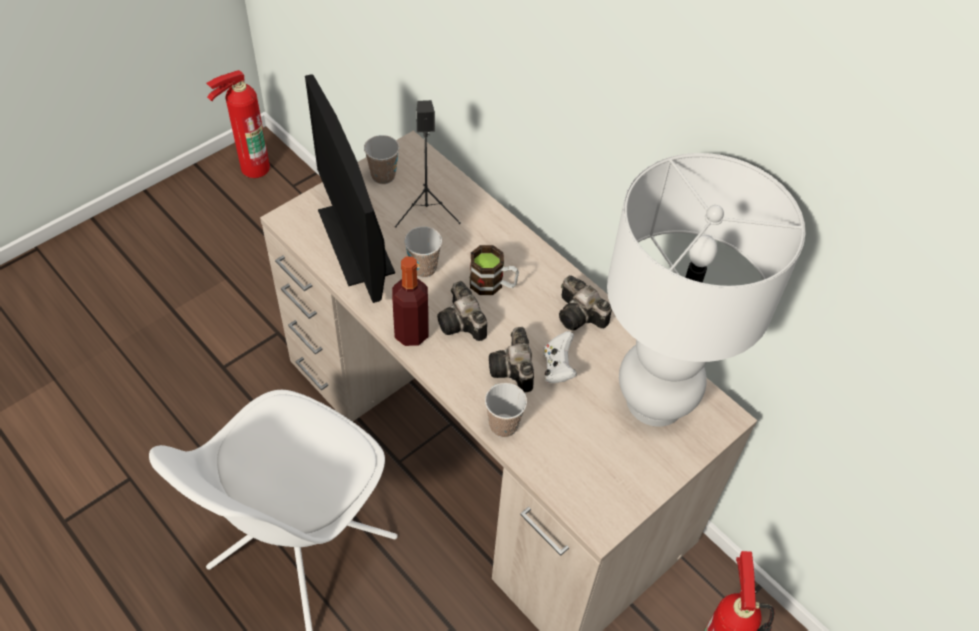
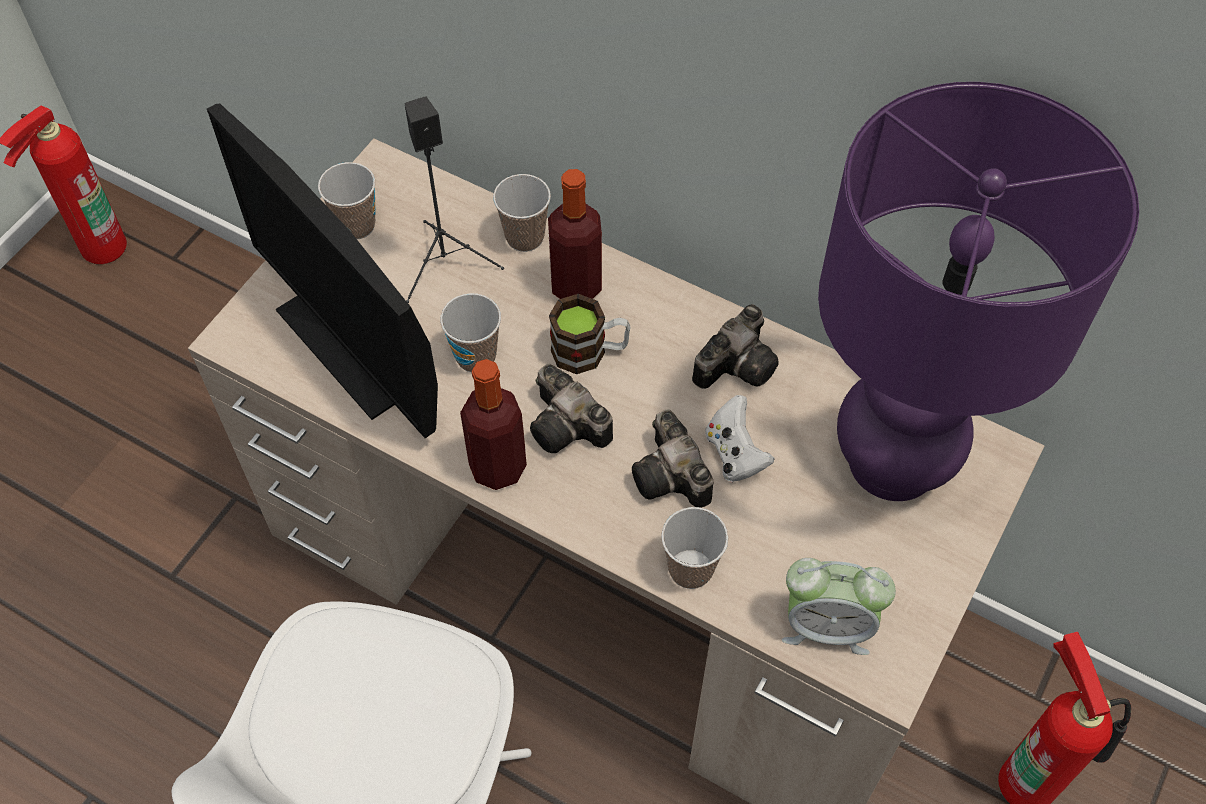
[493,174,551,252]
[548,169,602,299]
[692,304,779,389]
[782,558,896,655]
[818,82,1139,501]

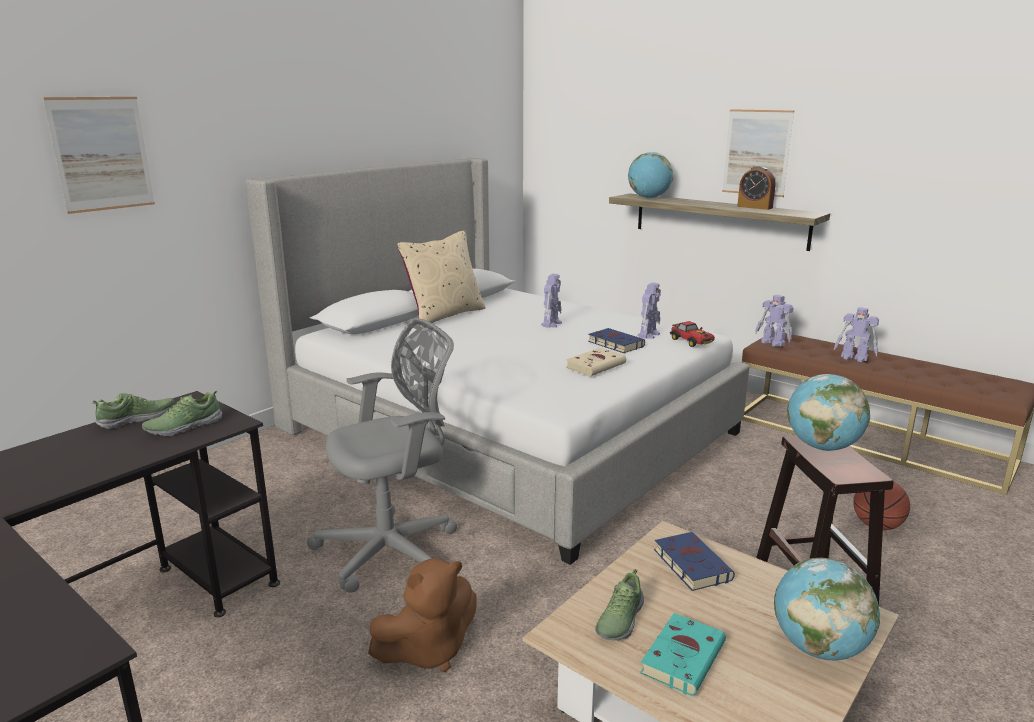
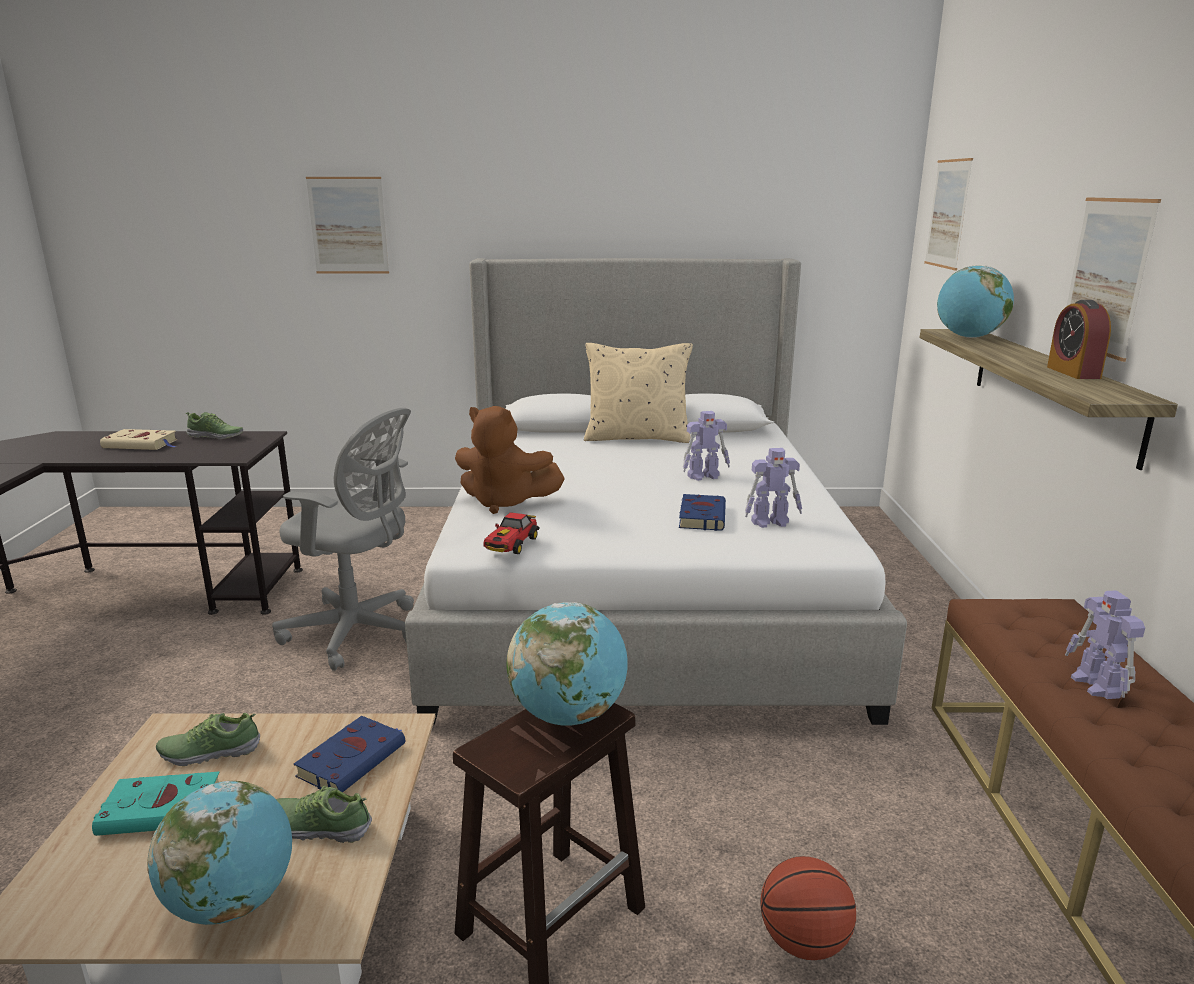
[100,429,177,450]
[276,786,372,843]
[455,406,565,514]
[483,512,540,554]
[924,158,973,271]
[755,295,794,347] (first image)

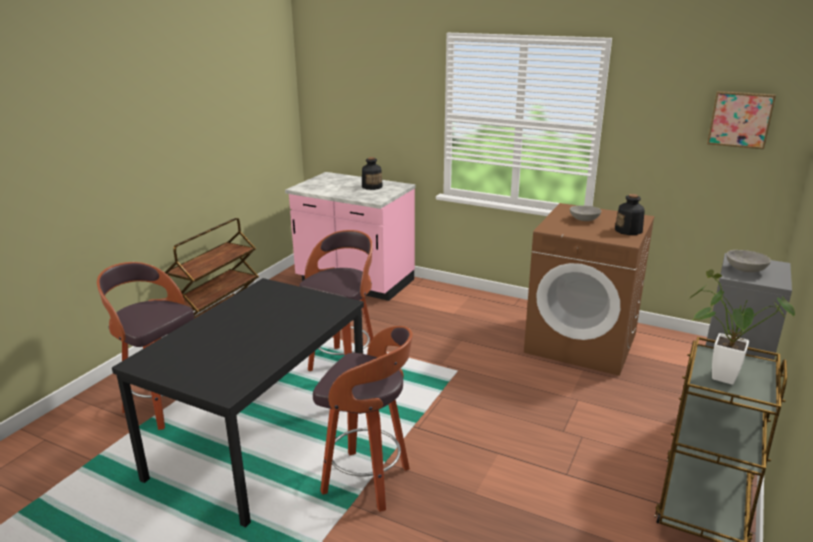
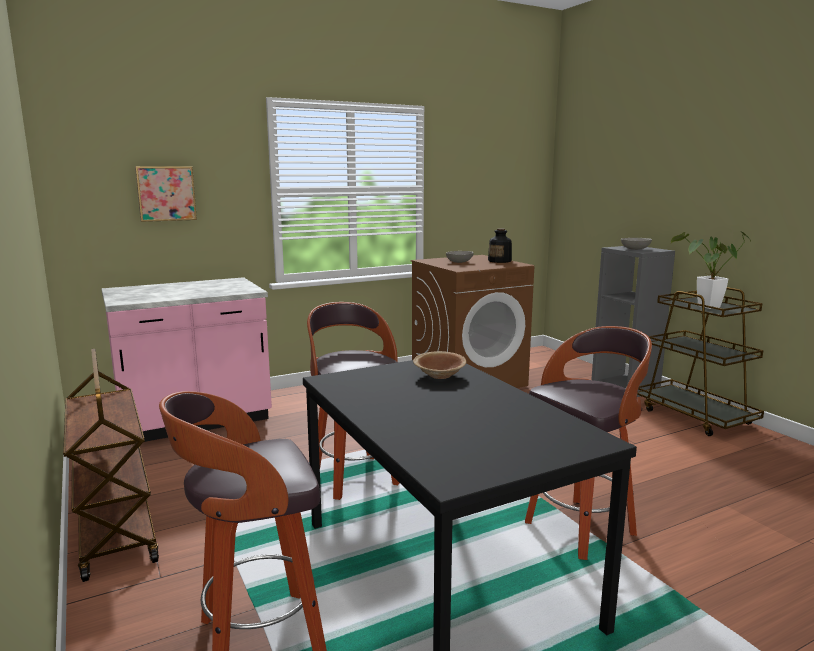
[135,166,197,222]
[413,351,467,379]
[362,157,383,190] (first image)

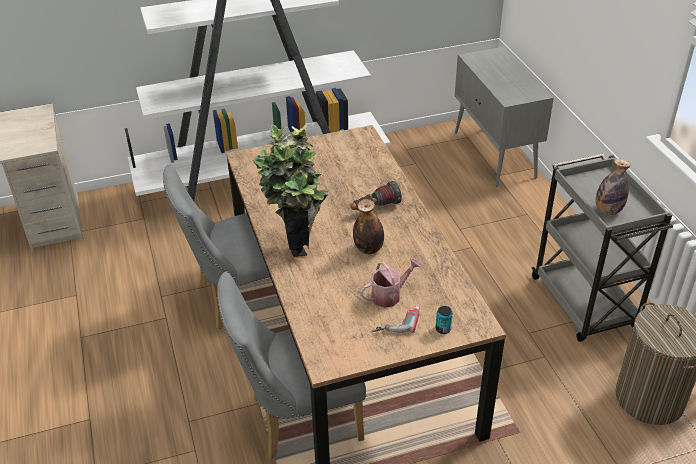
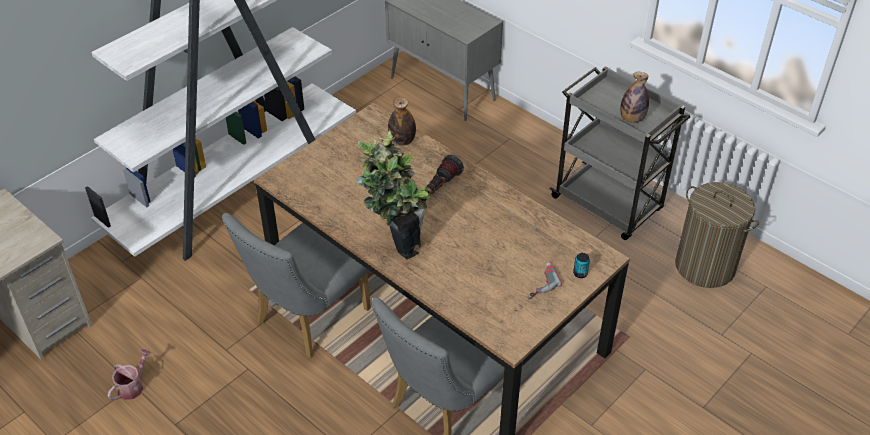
[108,349,151,400]
[388,97,416,146]

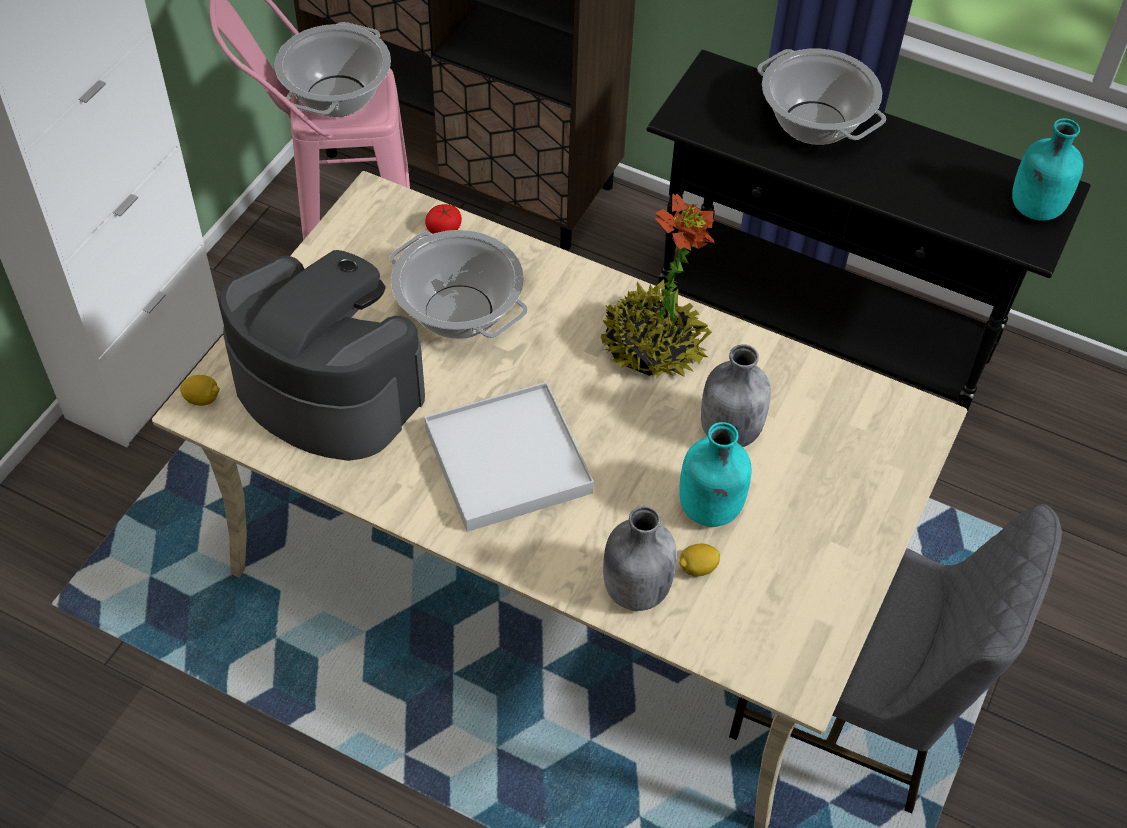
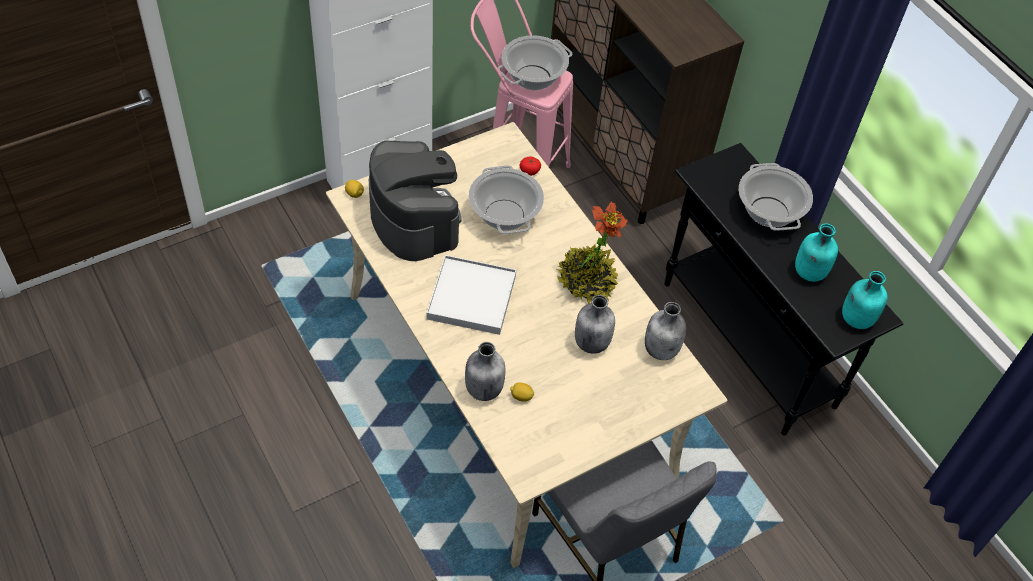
[645,302,686,360]
[795,223,838,282]

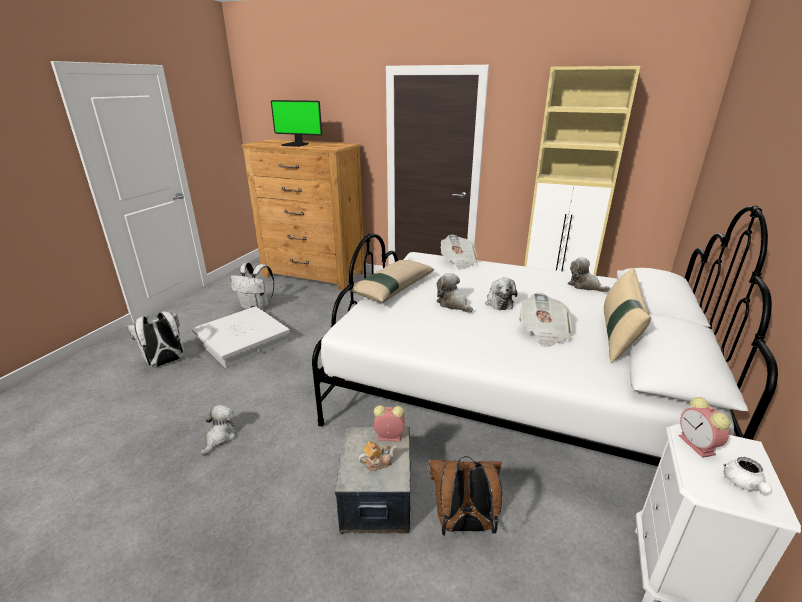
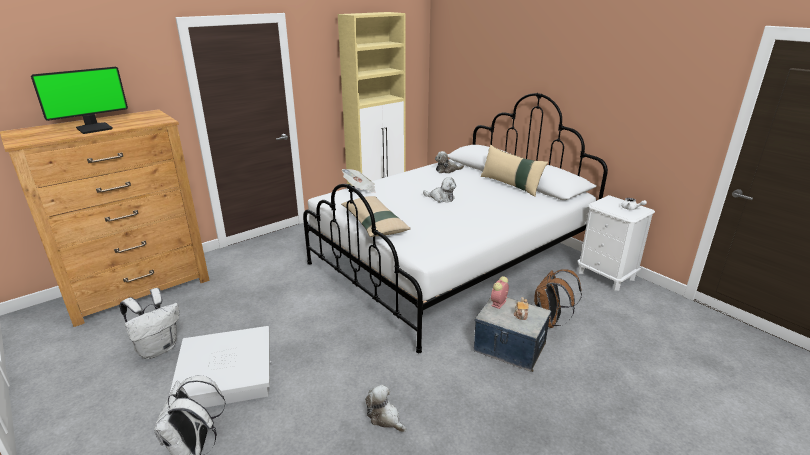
[437,273,473,313] (first image)
[519,293,572,347] (first image)
[679,397,731,458] (first image)

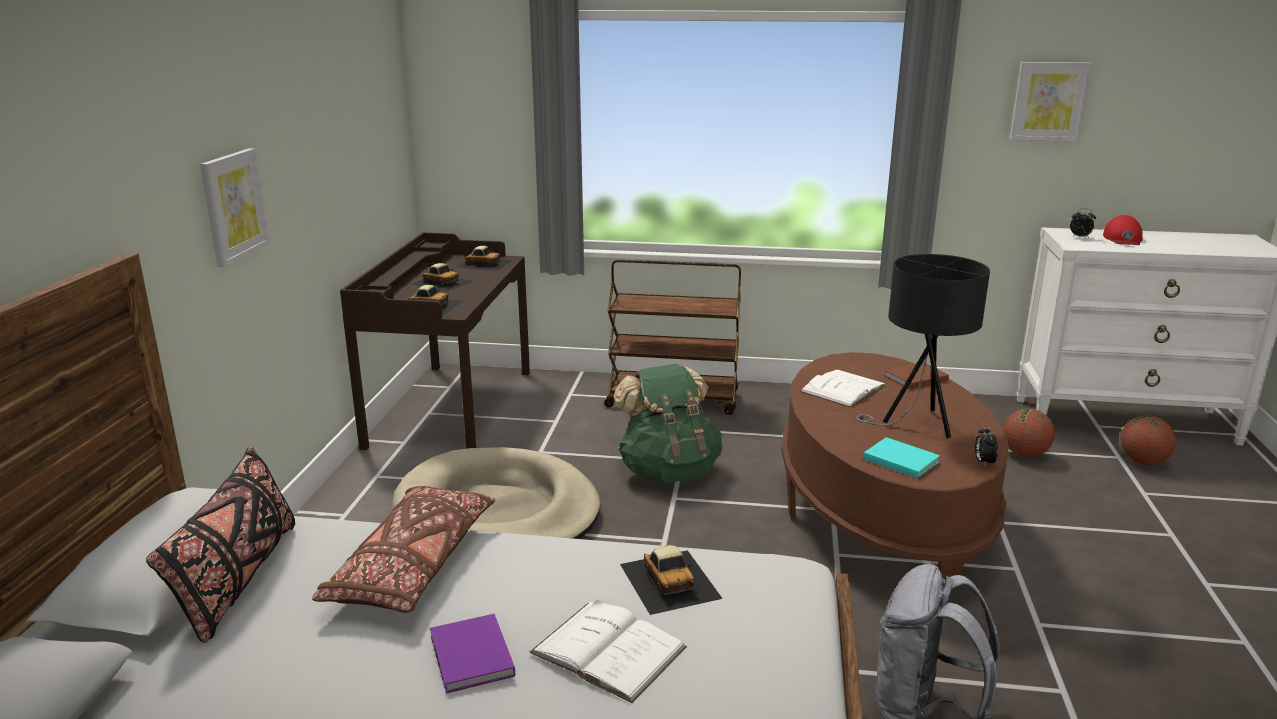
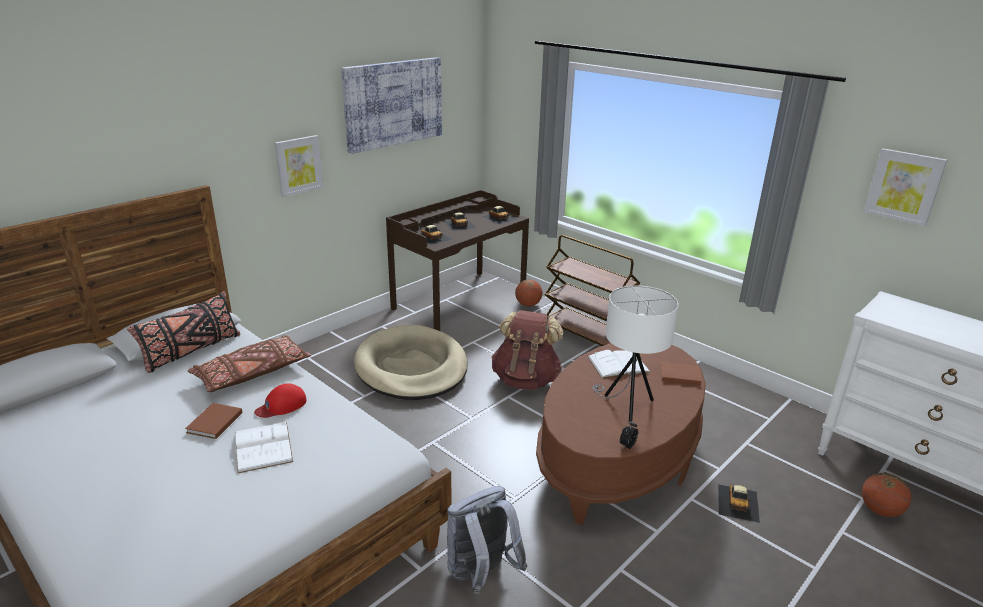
[185,403,242,439]
[254,383,307,418]
[341,57,442,154]
[492,310,563,390]
[515,279,542,306]
[592,285,679,422]
[718,484,760,523]
[863,437,940,478] (first image)
[1070,208,1096,238] (first image)

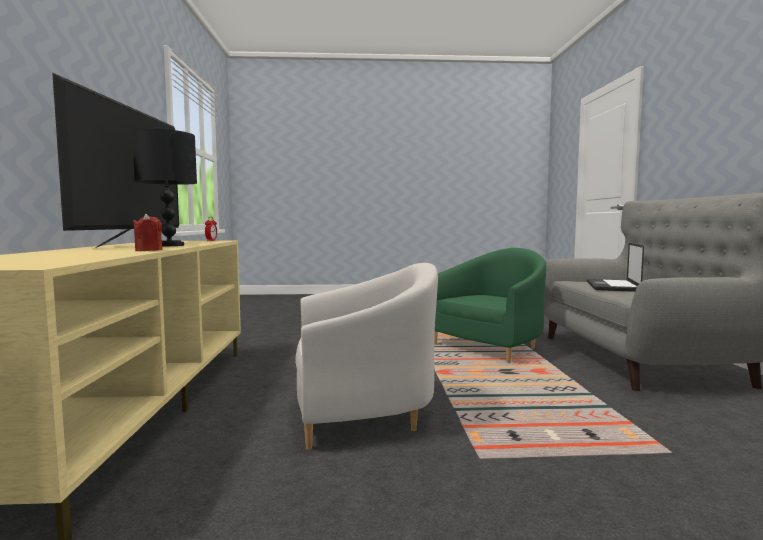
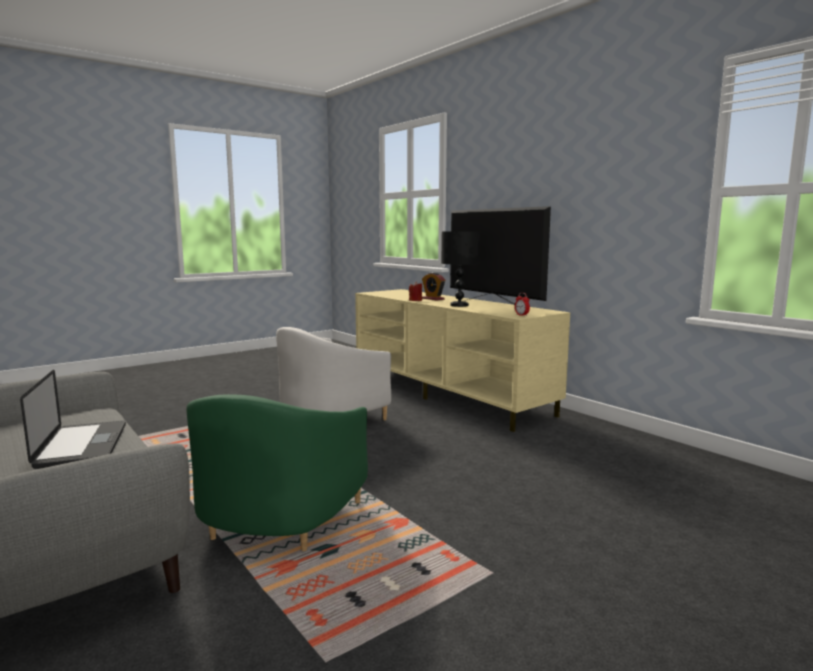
[422,272,445,300]

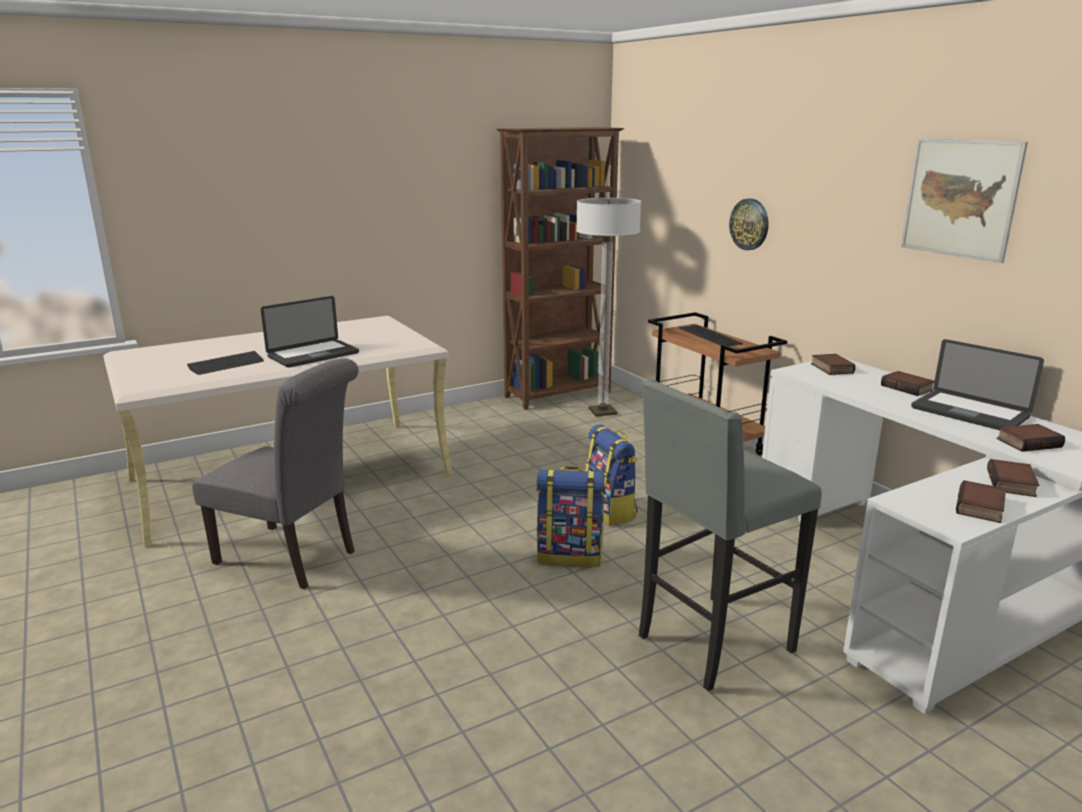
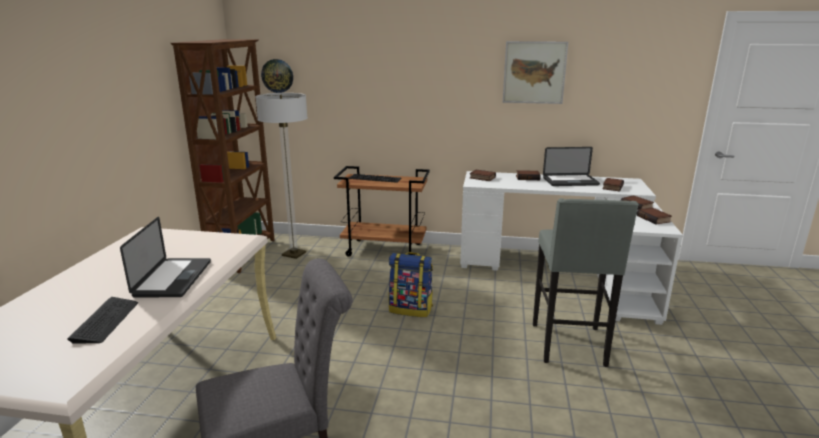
[261,59,293,93]
[537,466,606,567] (first image)

